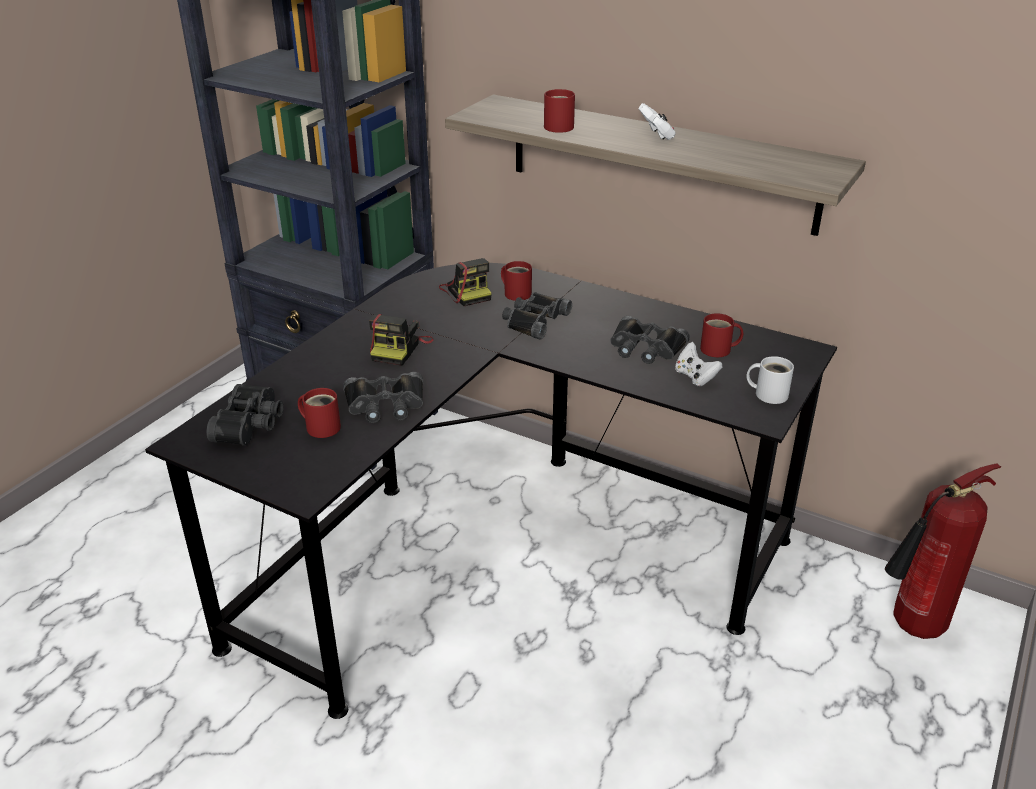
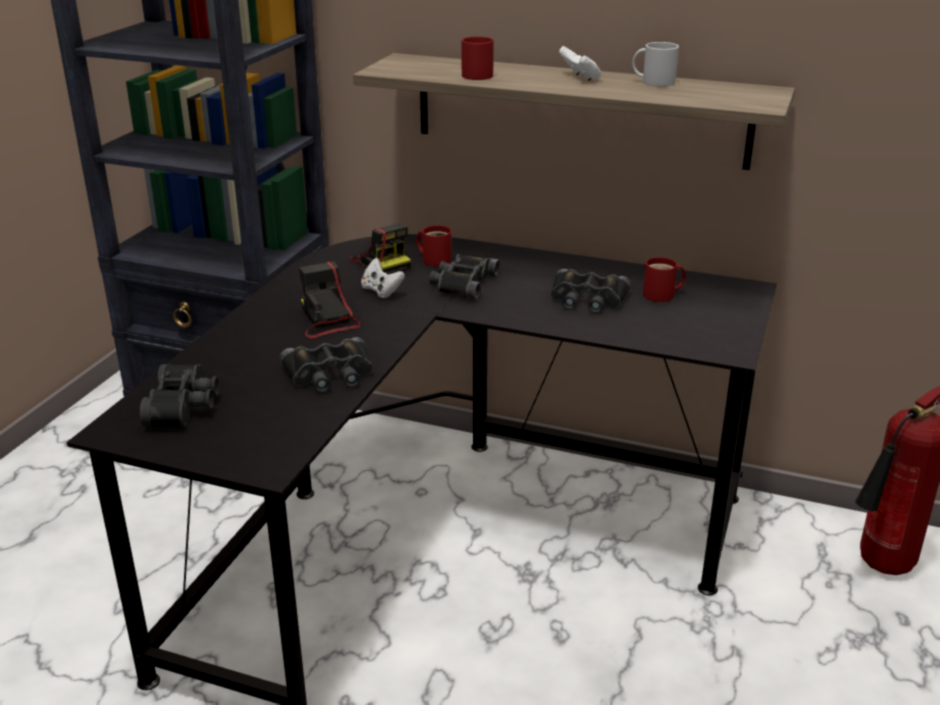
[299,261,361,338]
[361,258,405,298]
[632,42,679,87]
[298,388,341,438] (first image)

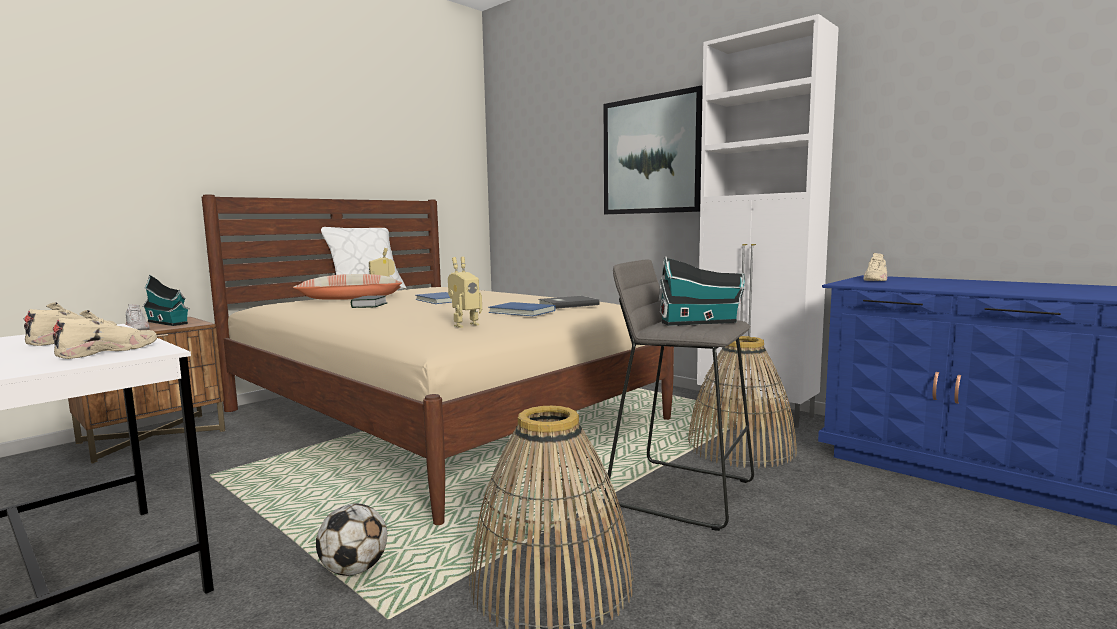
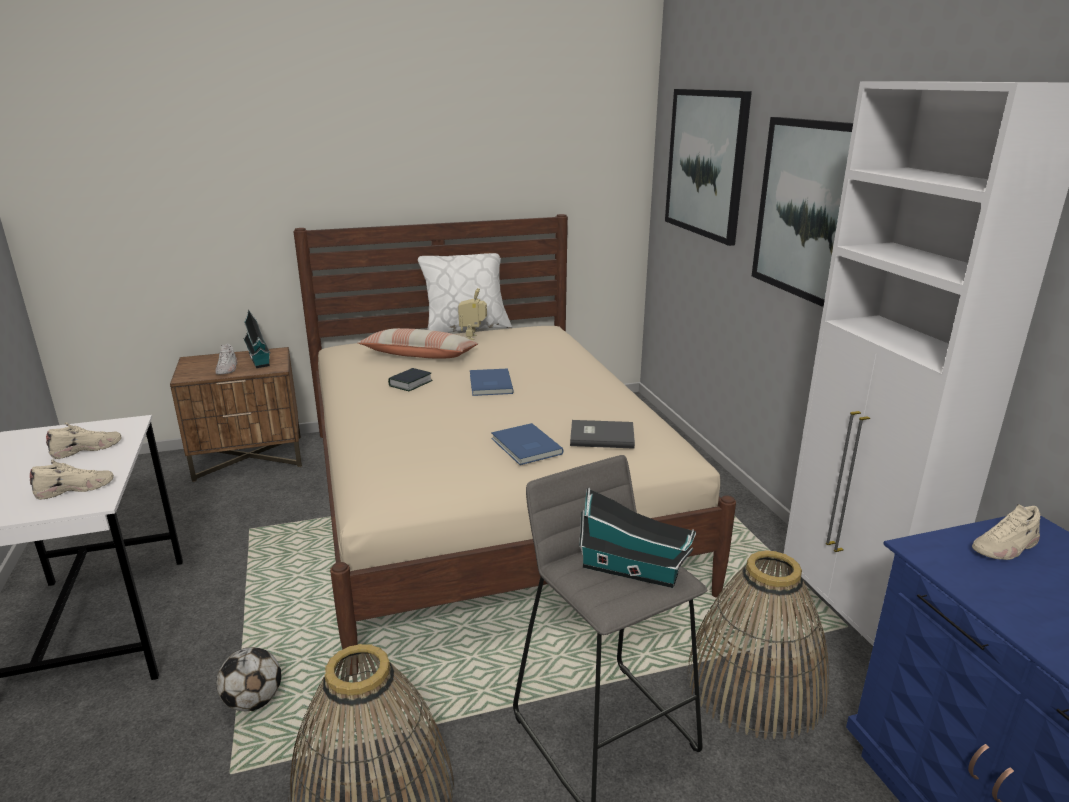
[665,89,752,246]
[448,257,482,328] (first image)

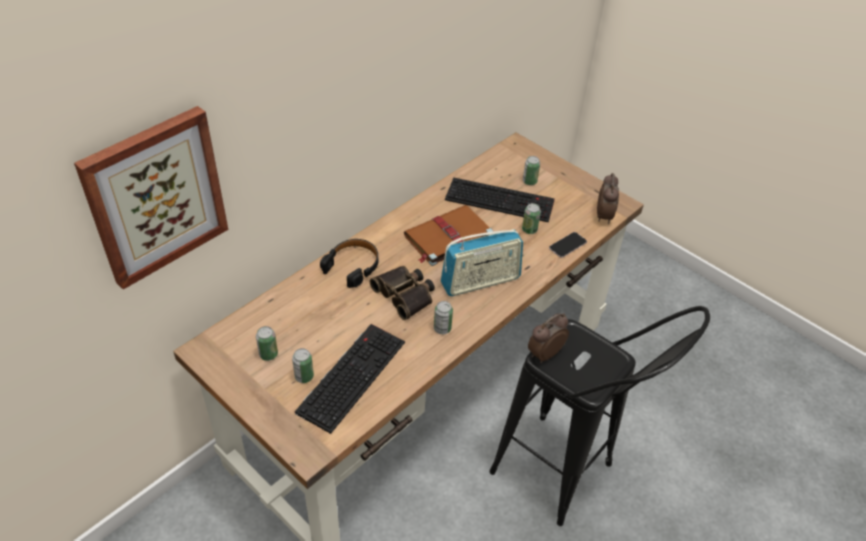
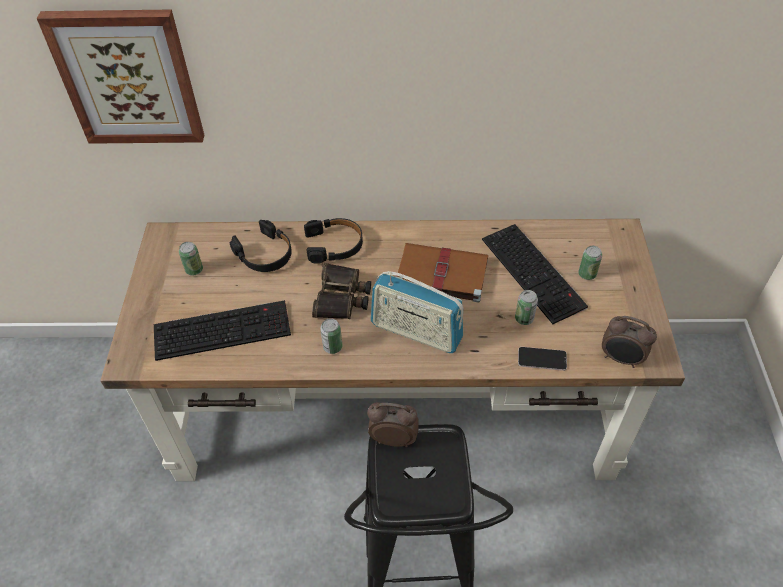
[230,220,292,272]
[602,316,657,368]
[292,348,314,383] (first image)

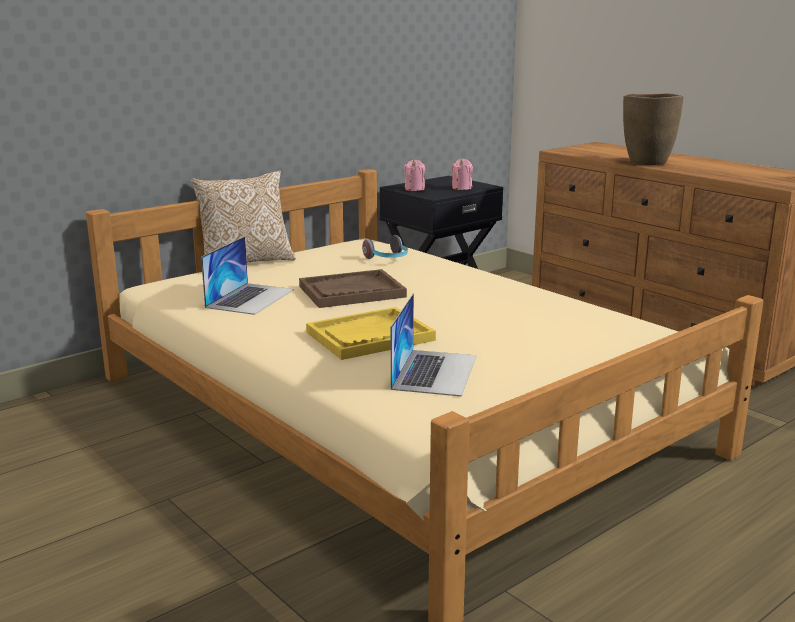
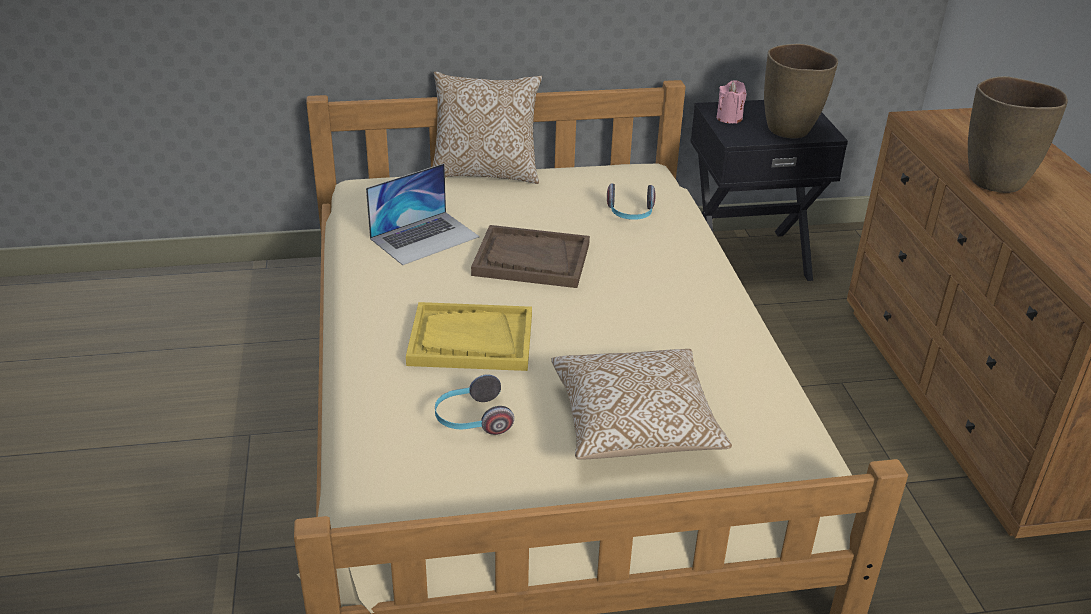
[435,374,514,435]
[551,349,732,460]
[764,44,838,139]

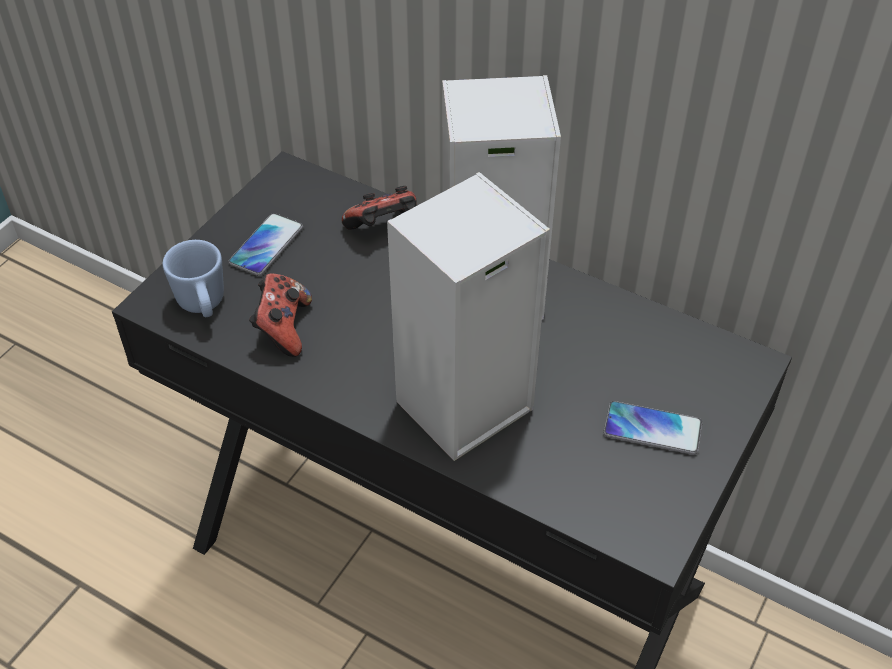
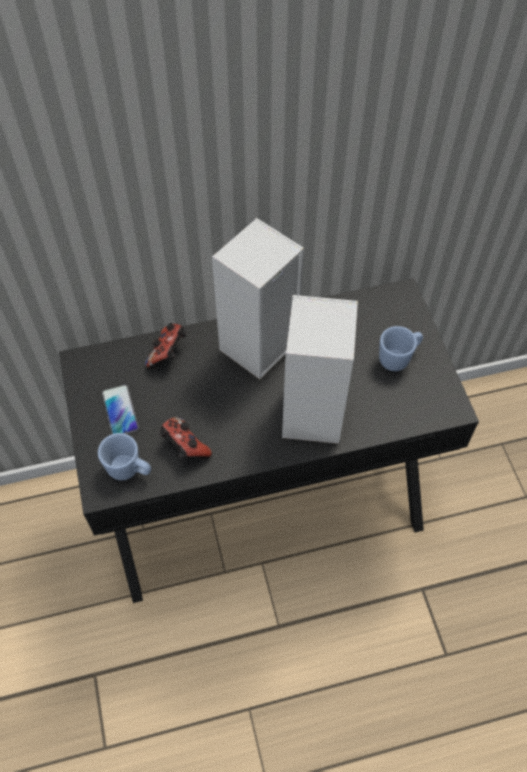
[379,326,423,371]

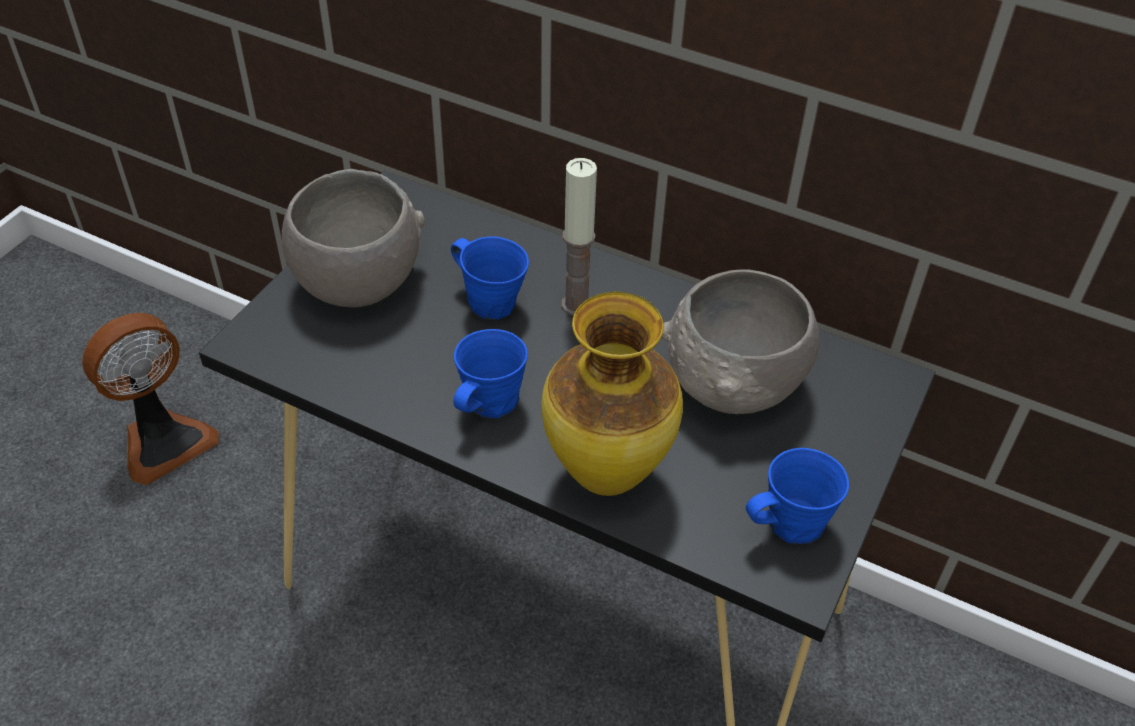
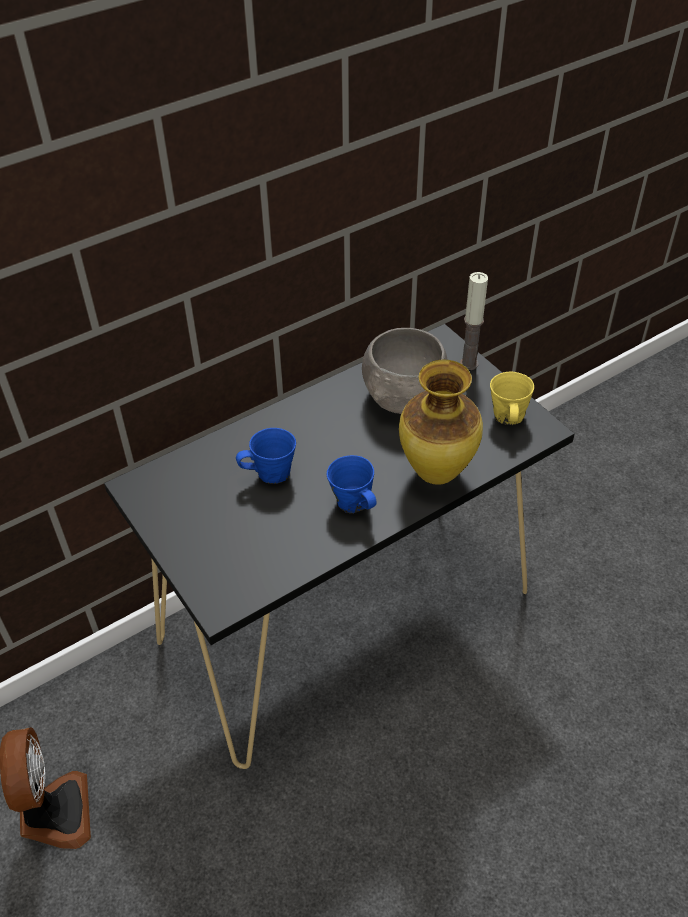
[460,272,488,370]
[490,372,534,425]
[282,169,425,308] (first image)

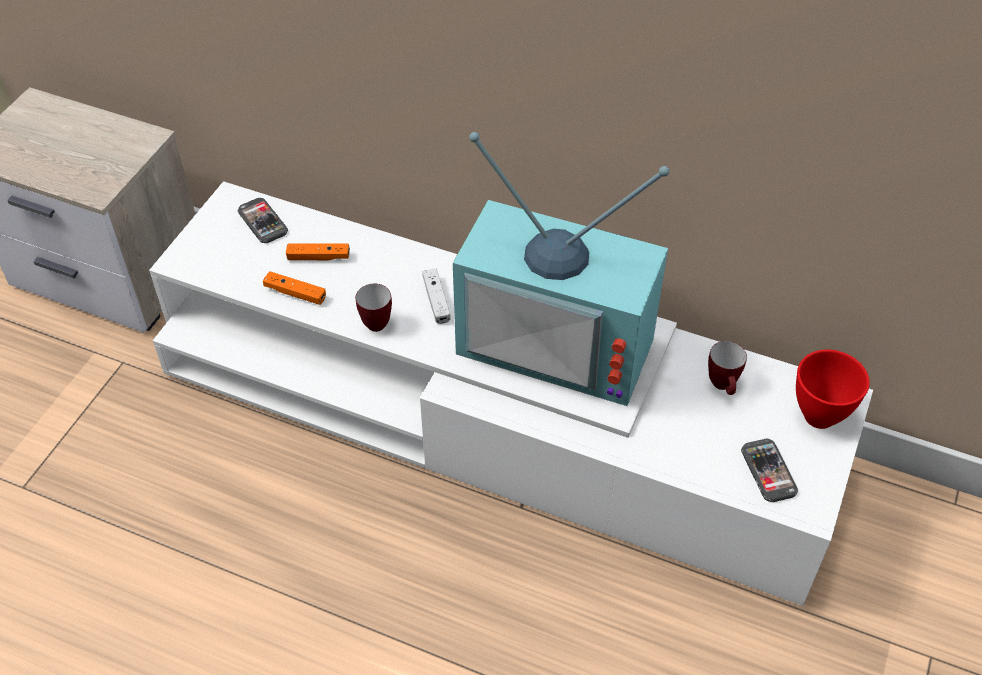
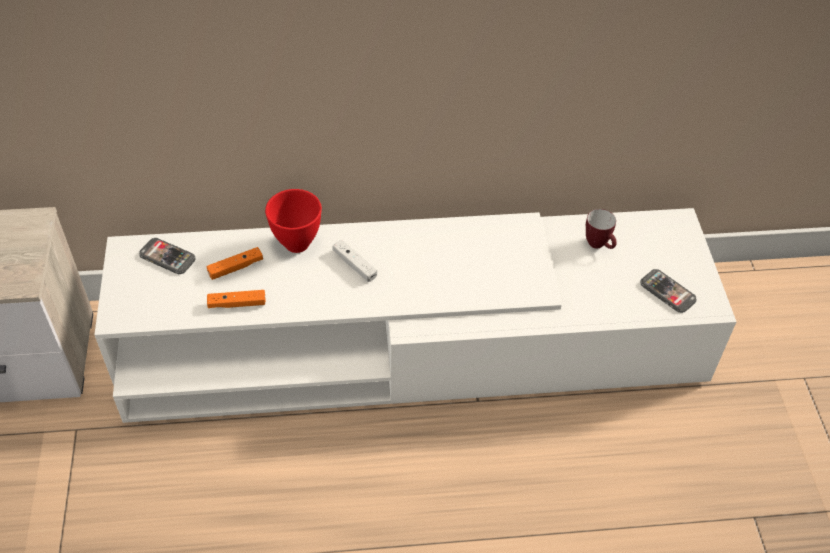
[265,189,322,253]
[356,284,392,332] (first image)
[453,132,670,406] (first image)

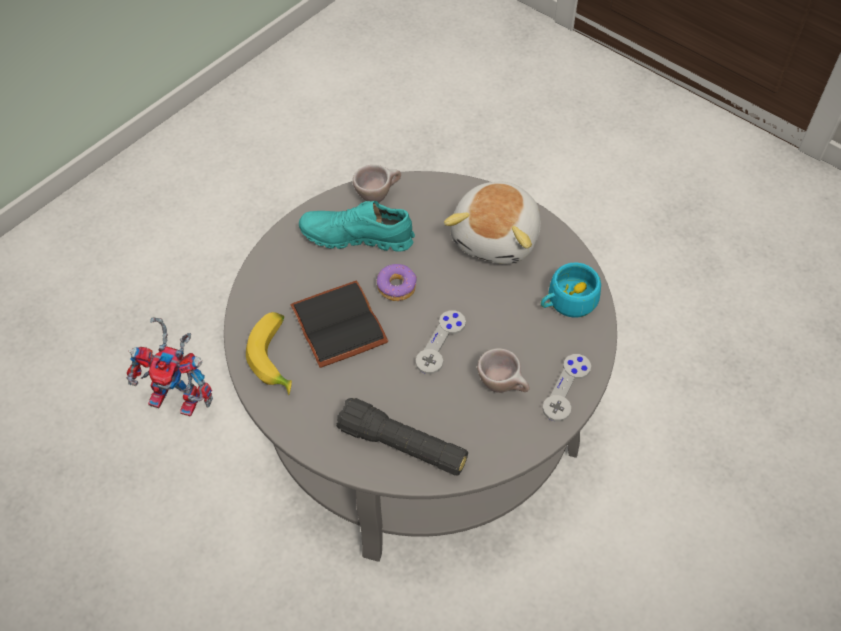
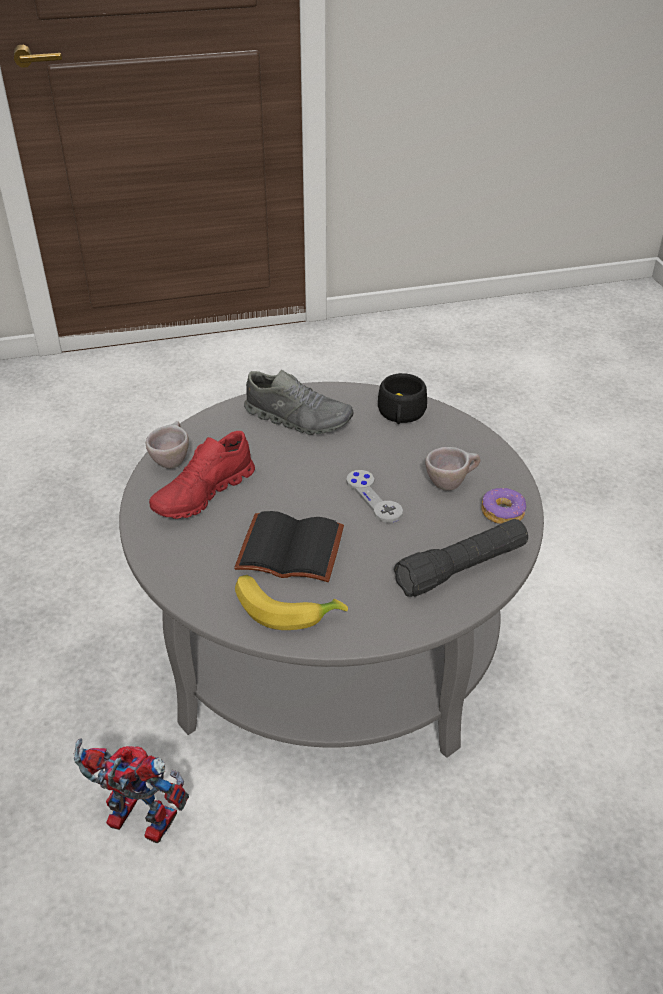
[73,738,189,843]
[149,431,255,519]
[244,370,354,435]
[378,373,427,424]
[481,488,526,524]
[542,354,591,421] (first image)

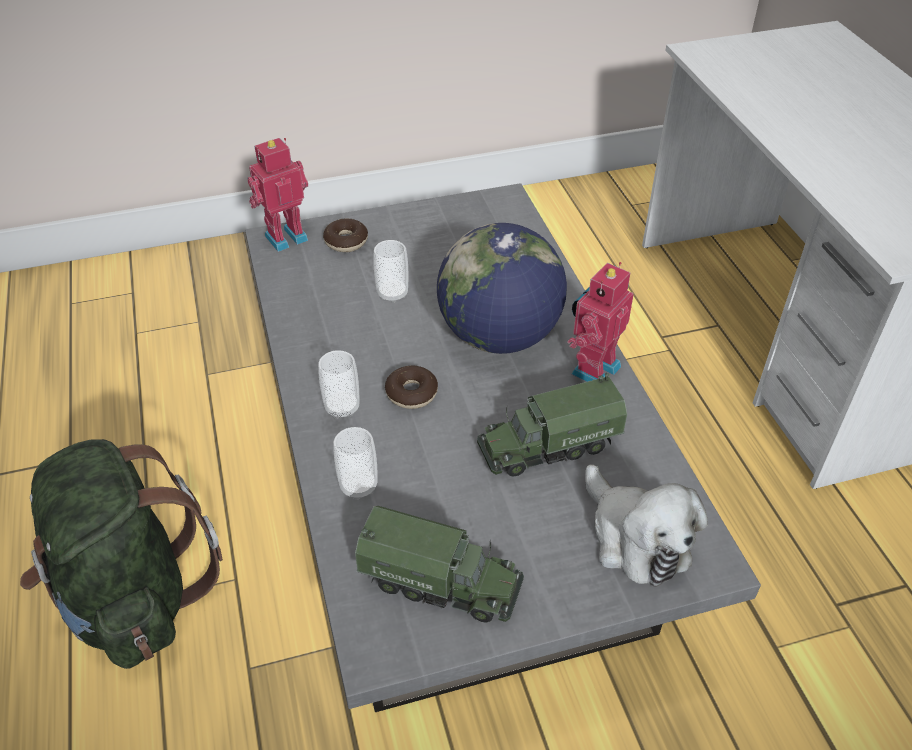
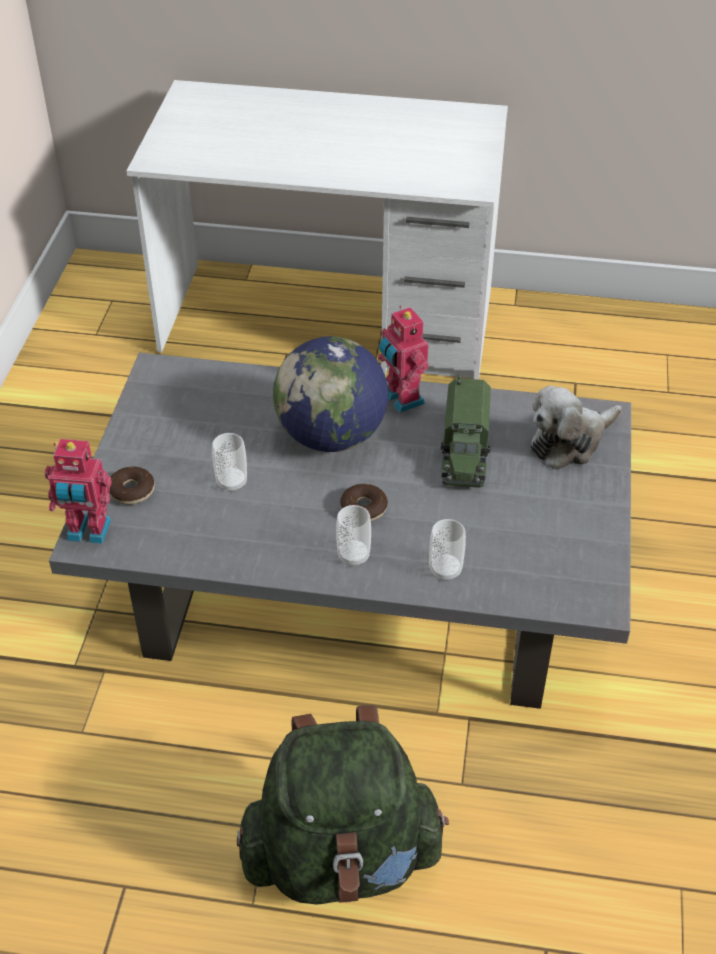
[45,439,112,544]
[530,385,622,469]
[355,506,524,623] (first image)

